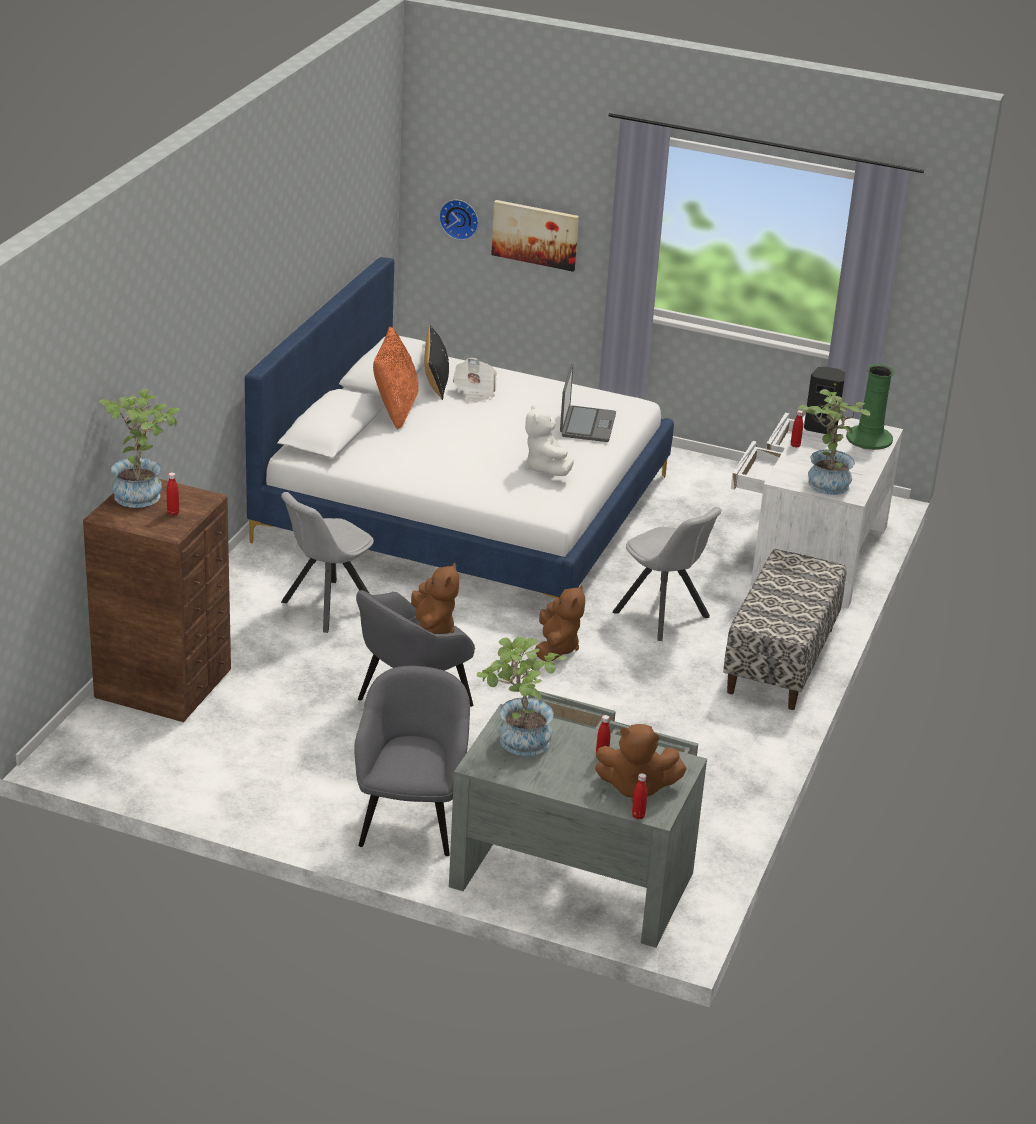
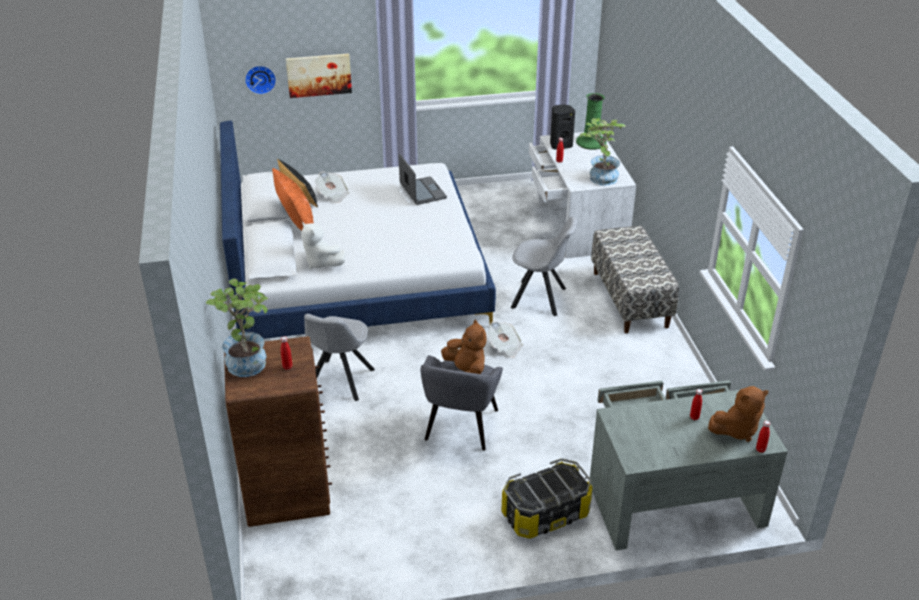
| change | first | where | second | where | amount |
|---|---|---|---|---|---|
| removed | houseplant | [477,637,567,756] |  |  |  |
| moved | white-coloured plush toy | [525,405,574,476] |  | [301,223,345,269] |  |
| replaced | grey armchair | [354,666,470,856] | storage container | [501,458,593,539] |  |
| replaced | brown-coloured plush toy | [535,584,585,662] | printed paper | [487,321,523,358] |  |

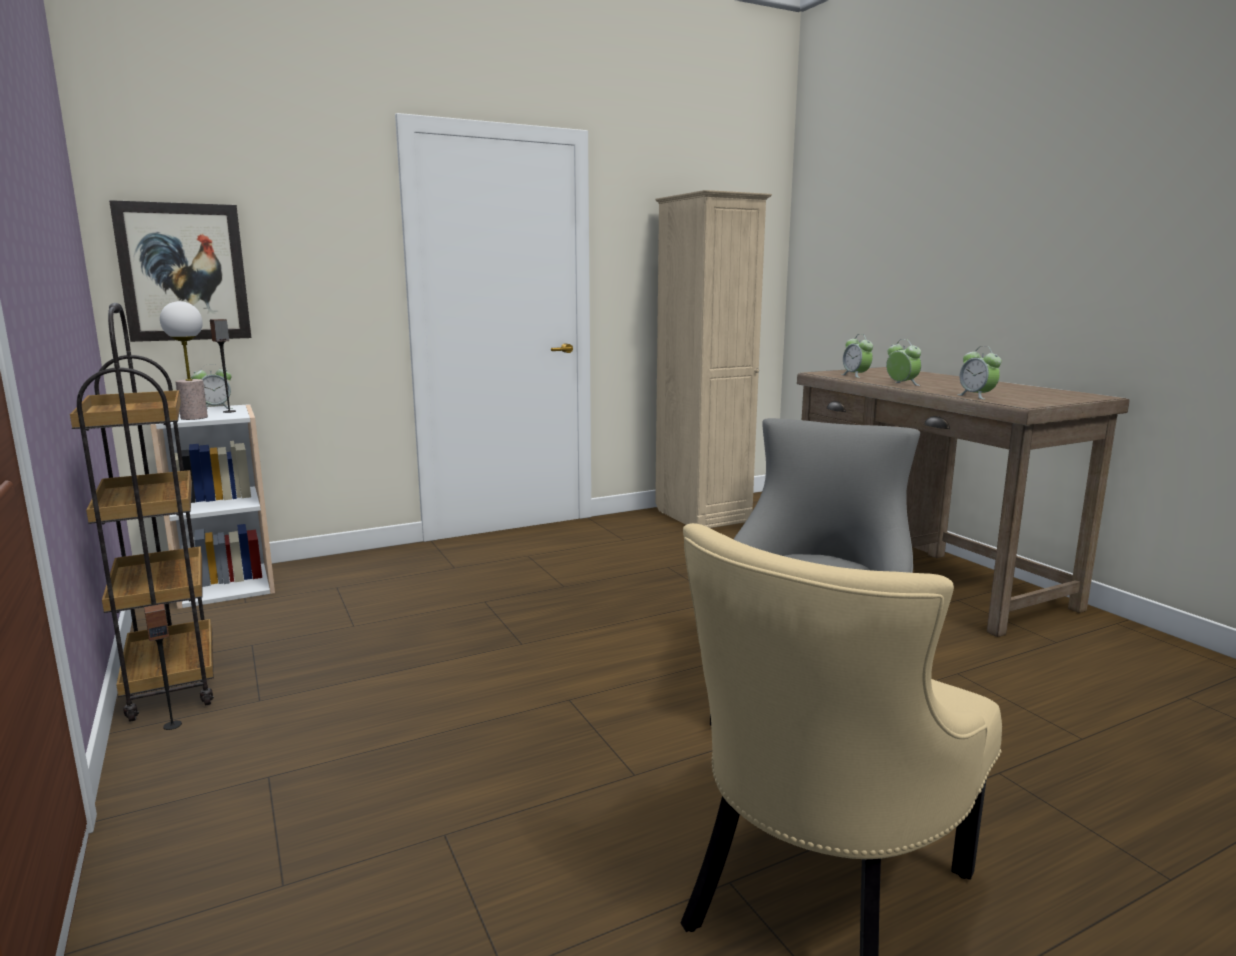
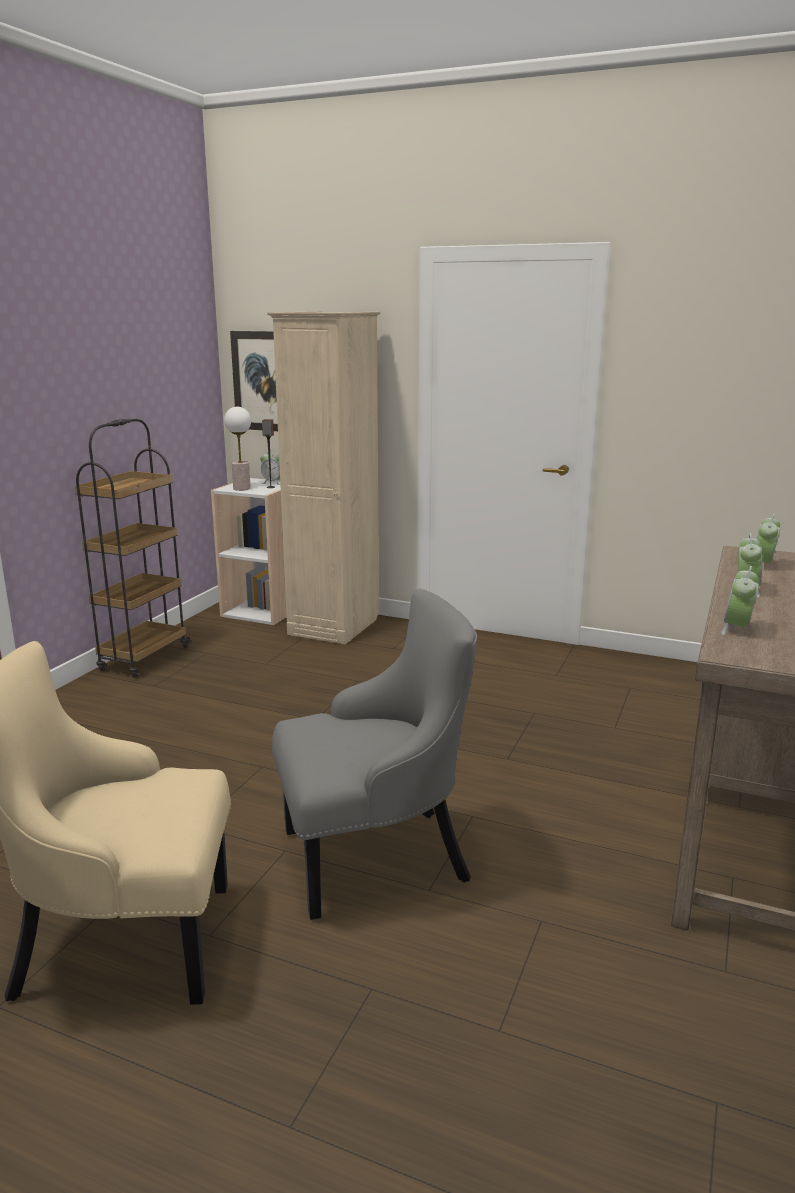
| change | first | where | second | where | amount |
|---|---|---|---|---|---|
| removed | loudspeaker | [144,603,182,730] |  |  |  |
| moved | beige storage cabinet | [655,190,772,528] |  | [267,311,381,645] |  |

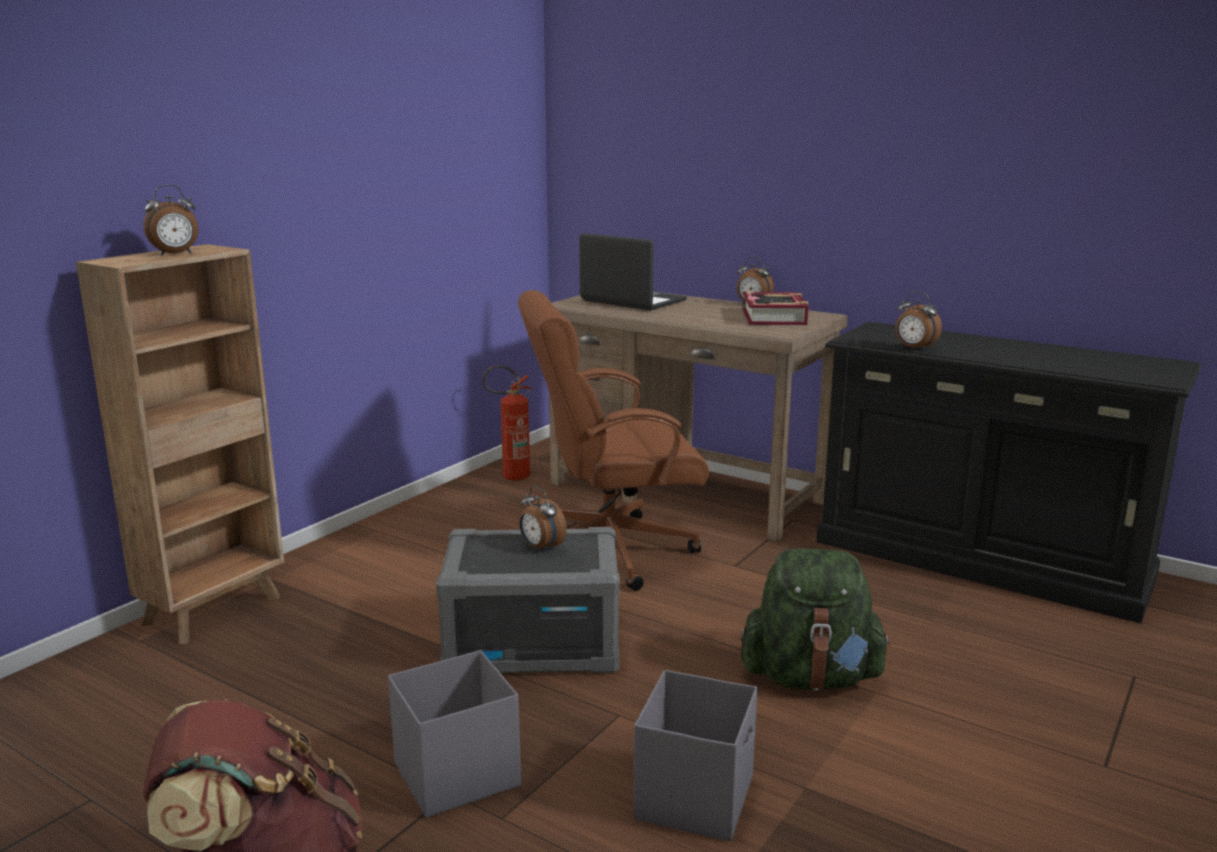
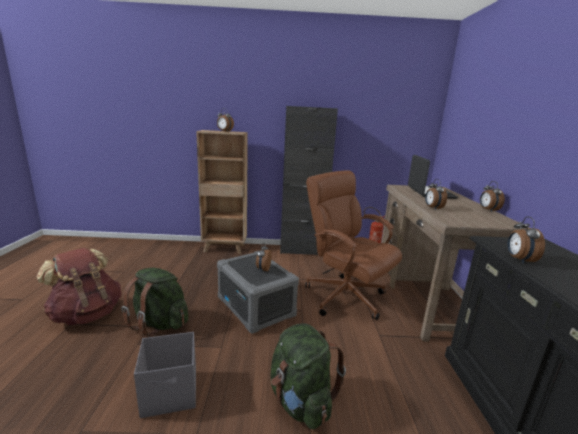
| change | first | where | second | where | amount |
|---|---|---|---|---|---|
| removed | book | [742,292,809,325] |  |  |  |
| added |  |  | blackish storage cabinet | [280,106,338,255] |  |
| added |  |  | alarm clock | [425,179,447,210] |  |
| replaced | grey storage container | [388,650,521,818] | green knapsack | [121,268,188,337] |  |

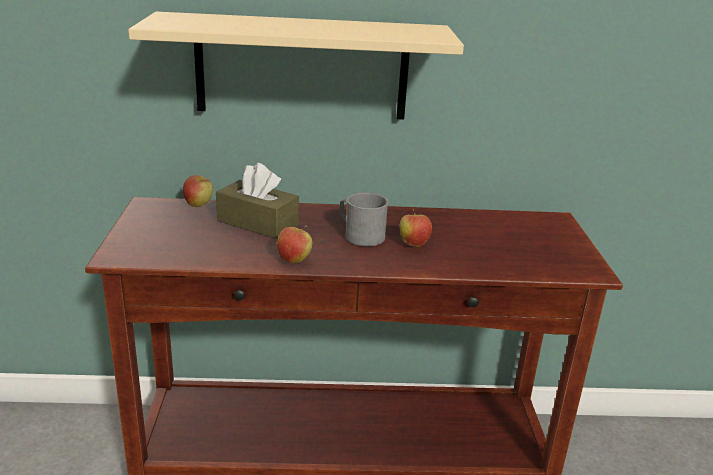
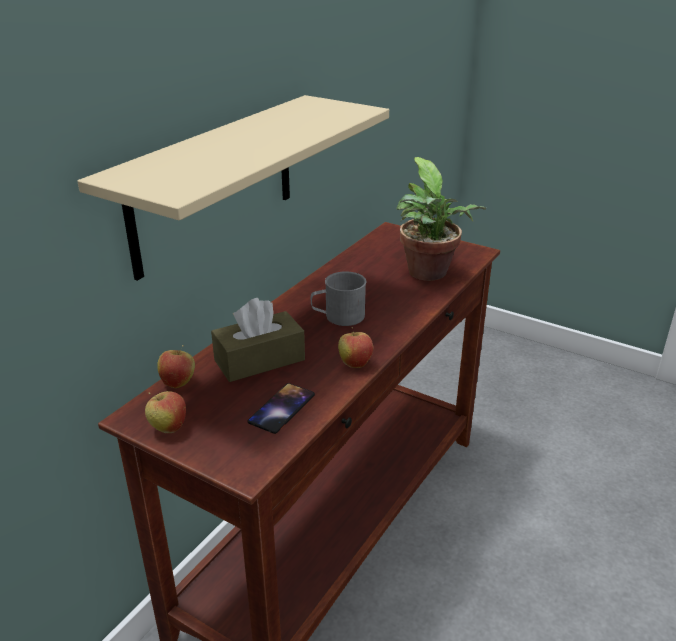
| change | first | where | second | where | amount |
|---|---|---|---|---|---|
| added |  |  | handset | [247,383,315,434] |  |
| added |  |  | houseplant | [396,157,486,281] |  |
| moved | apple fruit | [399,209,432,247] |  | [145,391,186,433] |  |

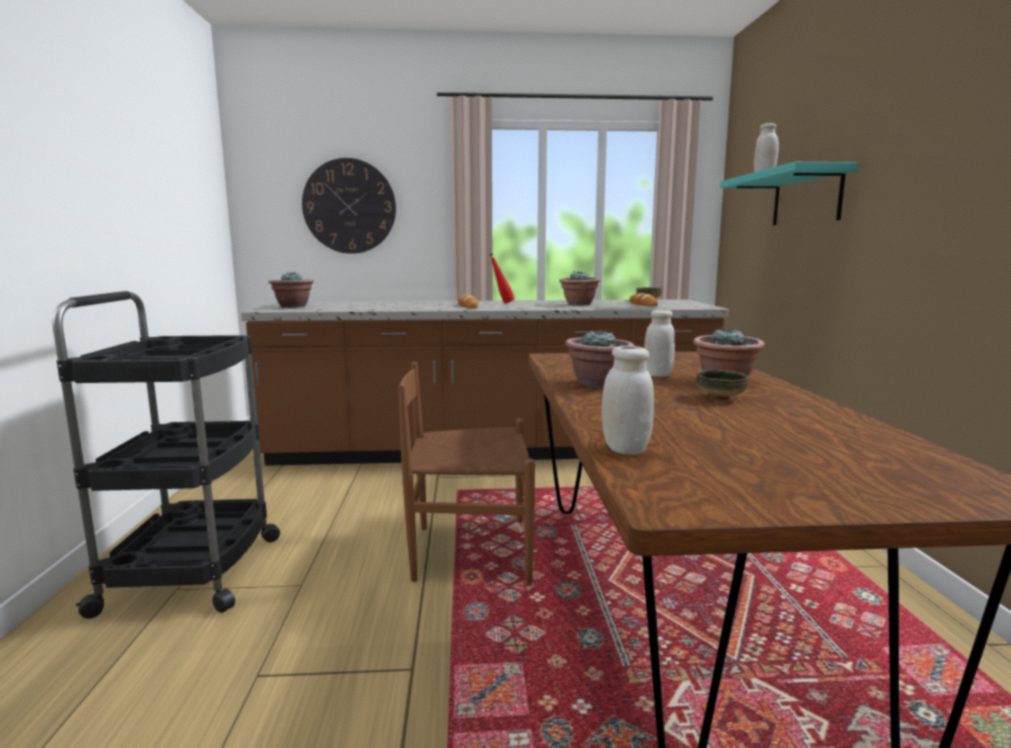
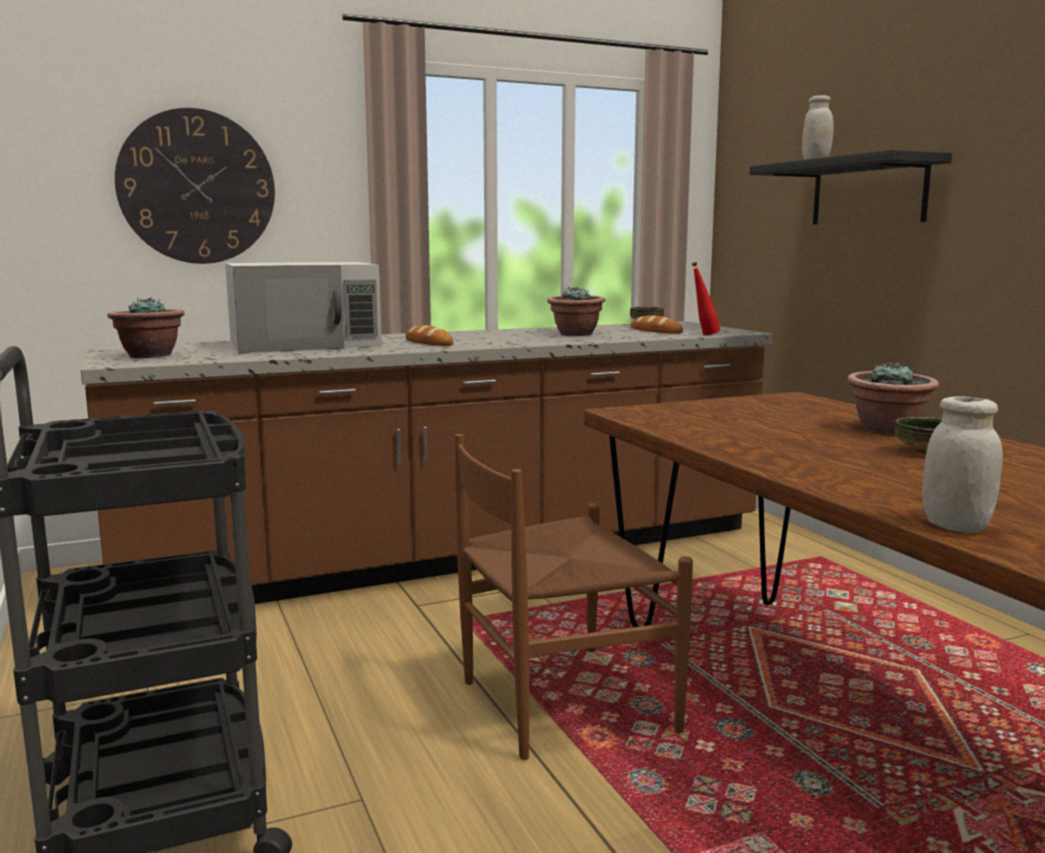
| change | first | where | second | where | amount |
|---|---|---|---|---|---|
| removed | houseplant | [565,329,635,388] |  |  |  |
| removed | white-coloured preserve jar | [644,309,675,377] |  |  |  |
| added |  |  | white-coloured microwave oven | [225,262,382,353] |  |
| moved | red bottle | [489,253,515,304] |  | [692,262,720,335] |  |
| recoloured | turquoise-coloured bracket shelf | [720,162,859,225] | blackish bracket shelf | [750,150,952,224] |  |

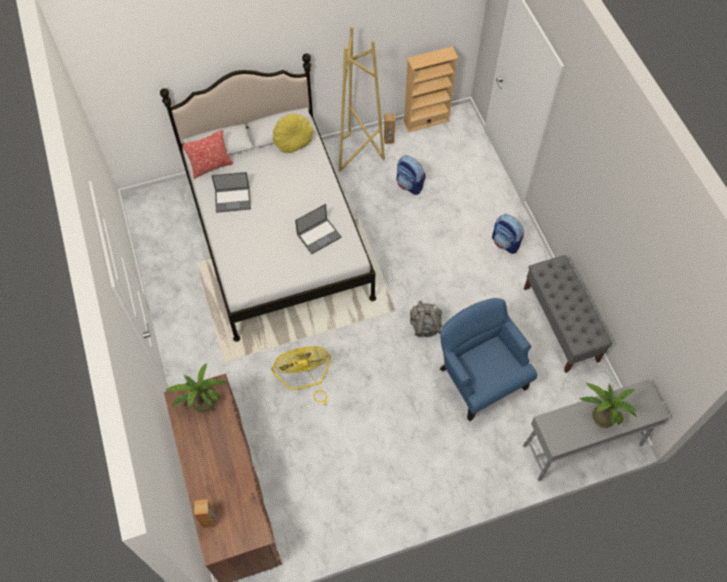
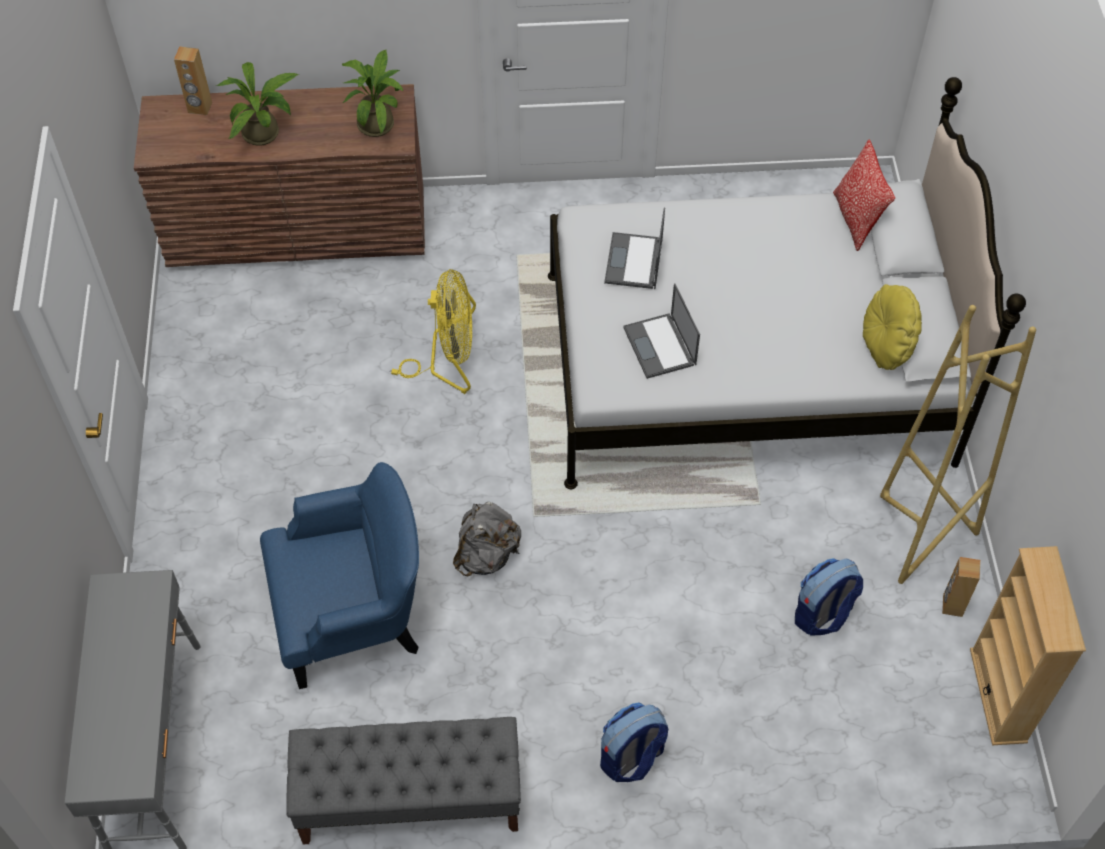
| change | first | where | second | where | amount |
|---|---|---|---|---|---|
| moved | portable computer | [211,172,251,213] |  | [604,208,665,289] |  |
| moved | houseplant | [580,383,637,428] |  | [216,62,299,146] |  |

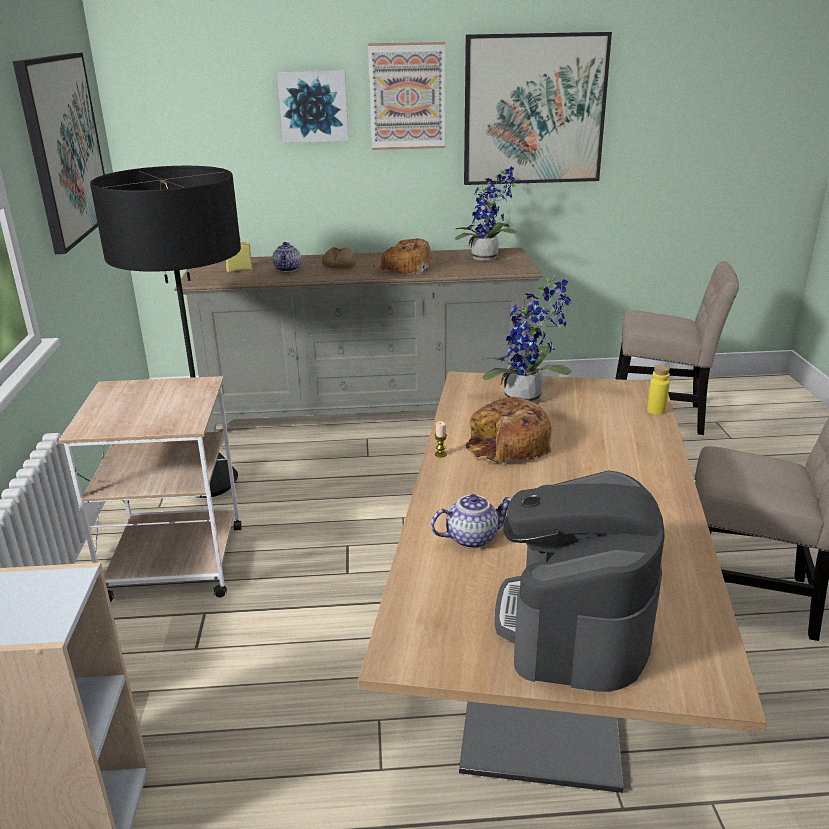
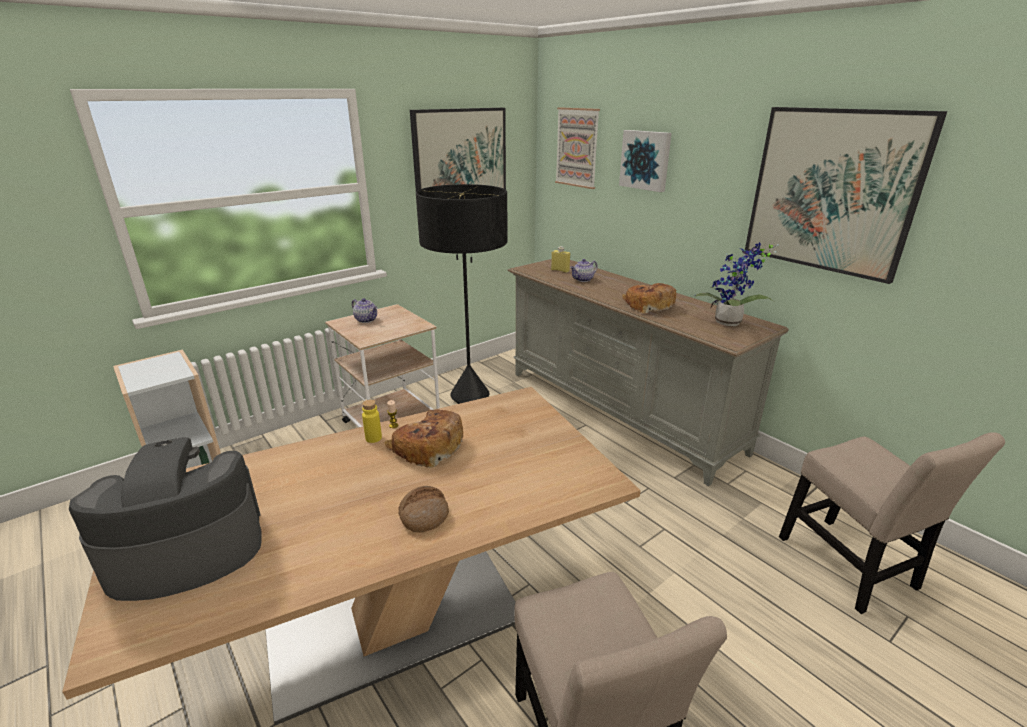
| change | first | where | second | where | amount |
|---|---|---|---|---|---|
| removed | houseplant | [482,274,572,403] |  |  |  |
| moved | bakery bread | [322,247,356,269] |  | [398,486,449,533] |  |
| moved | wall picture | [368,42,445,150] |  | [555,107,600,189] |  |
| moved | teapot | [431,494,512,549] |  | [352,298,378,323] |  |
| moved | yellow bottle | [647,365,670,415] |  | [362,400,382,443] |  |

